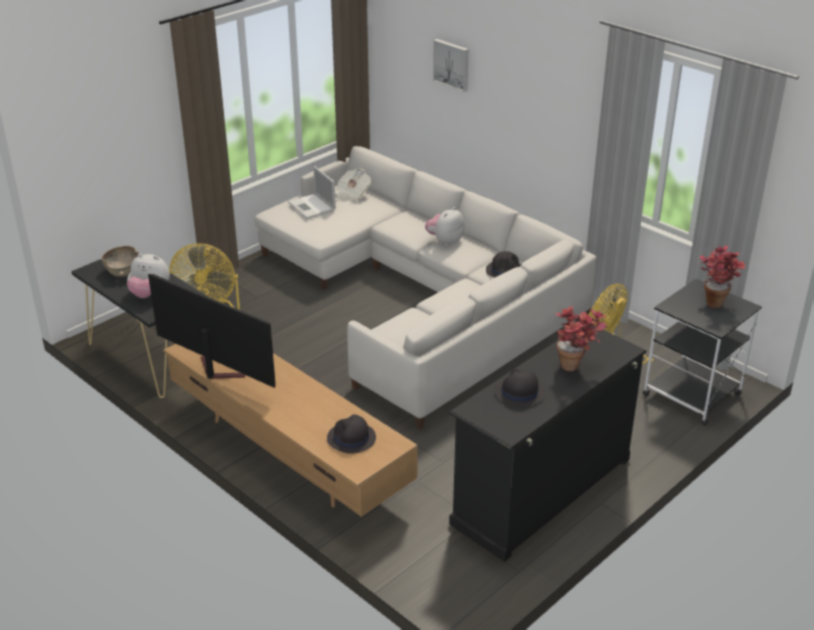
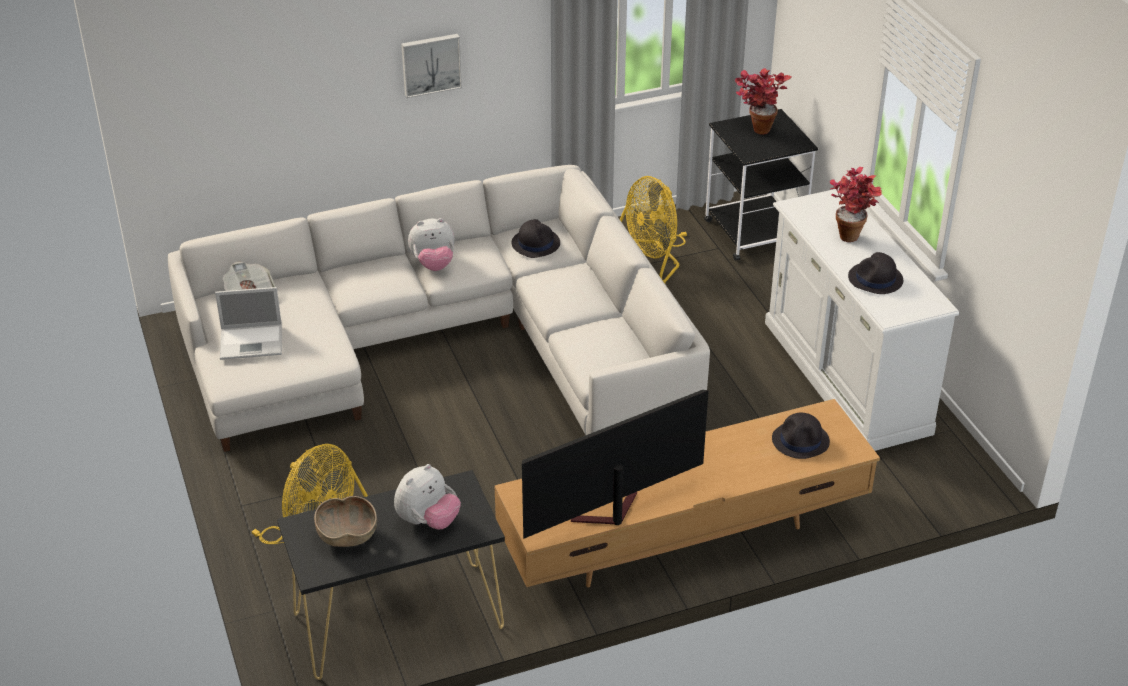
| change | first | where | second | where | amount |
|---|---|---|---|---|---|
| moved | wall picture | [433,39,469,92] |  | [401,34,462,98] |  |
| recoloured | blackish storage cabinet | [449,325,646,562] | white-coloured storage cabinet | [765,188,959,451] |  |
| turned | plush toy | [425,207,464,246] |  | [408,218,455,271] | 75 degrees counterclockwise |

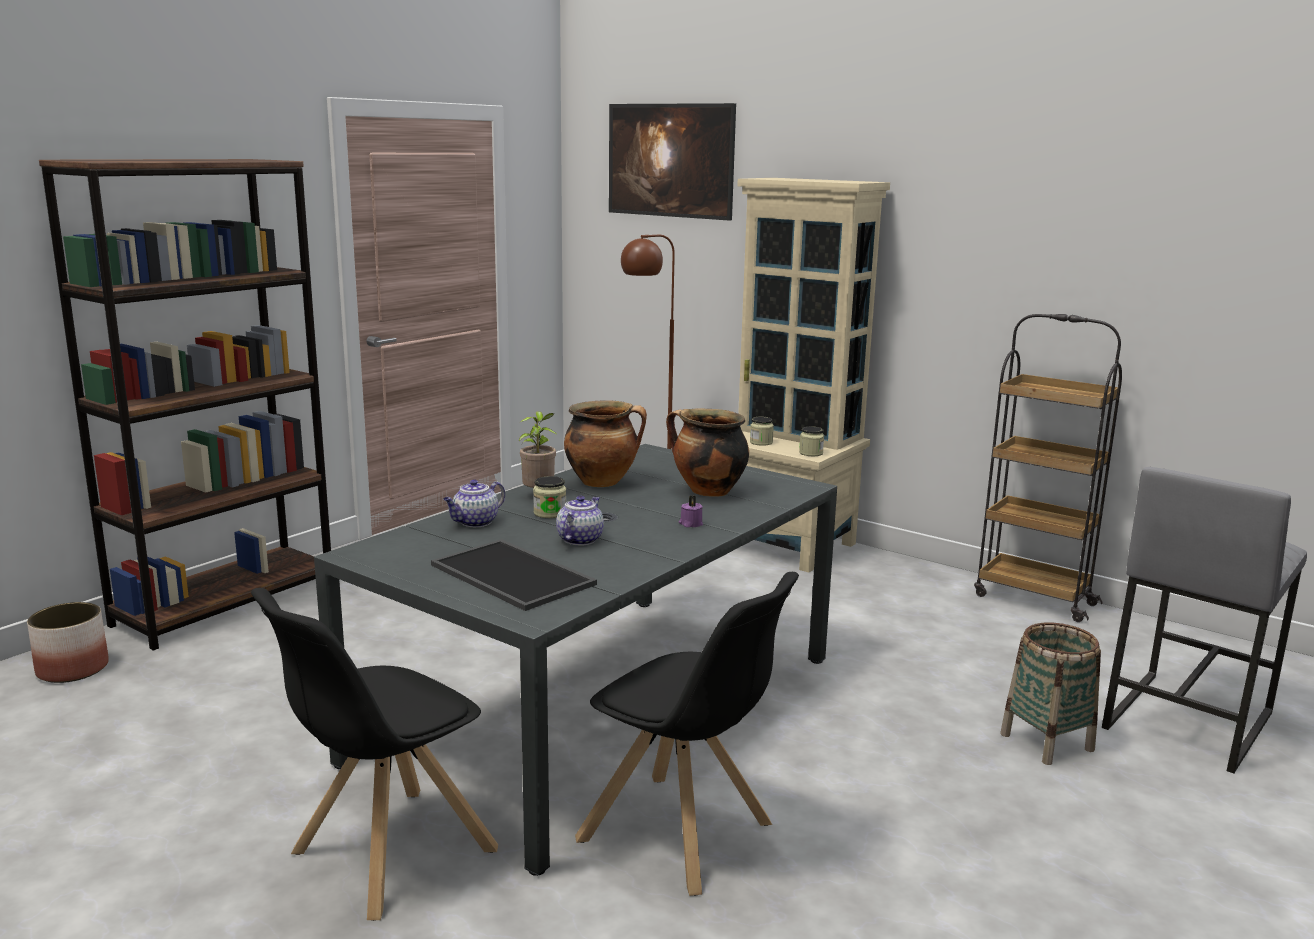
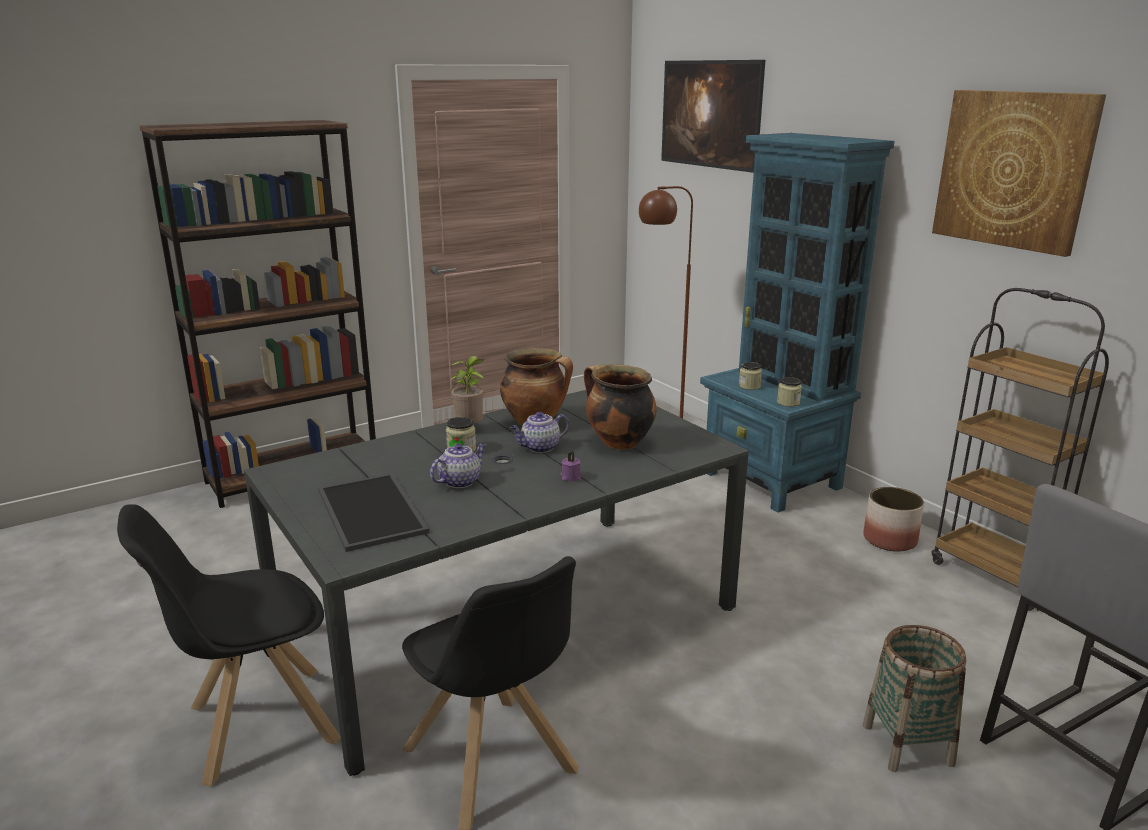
| change | first | where | second | where | amount |
|---|---|---|---|---|---|
| added |  |  | wall picture | [932,90,1106,257] |  |
| moved | plant pot | [27,602,109,683] |  | [863,487,924,552] |  |
| moved | teapot | [443,480,505,527] |  | [510,412,569,453] |  |
| recoloured | beige storage cabinet | [737,178,890,573] | blue-coloured storage cabinet | [700,133,895,512] |  |

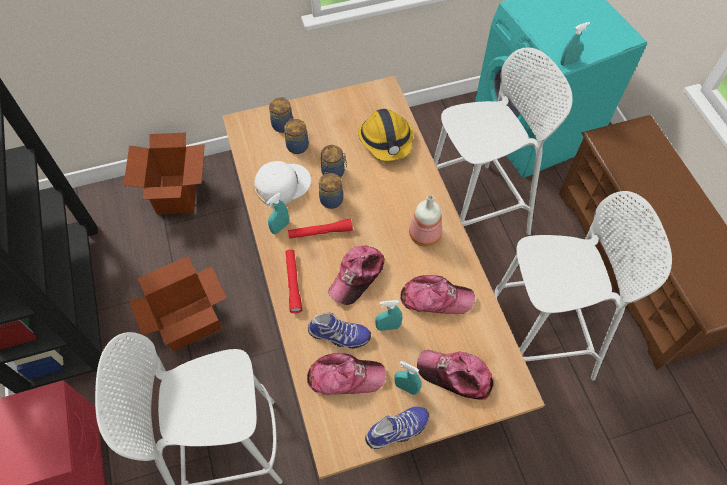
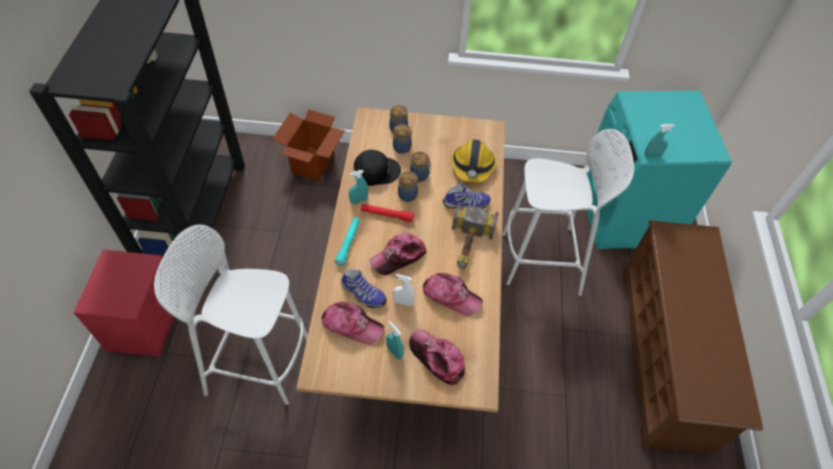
| change | first | where | second | where | amount |
|---|---|---|---|---|---|
| removed | carton | [128,256,227,351] |  |  |  |
| removed | white-coloured stool seat | [494,191,672,381] |  |  |  |
| moved | low shoe | [365,406,429,449] |  | [443,183,490,209] |  |
| replaced | bottle | [409,195,442,247] | tool hammer | [452,202,499,269] |  |
| recoloured | white-coloured peaked cap | [254,161,311,206] | blackish peaked cap | [354,150,401,186] |  |
| recoloured | red hand torch | [285,249,302,313] | turquoise-coloured hand torch | [334,218,360,266] |  |
| recoloured | turquoise-coloured sprayer | [375,300,402,331] | white-coloured sprayer | [393,274,415,306] |  |

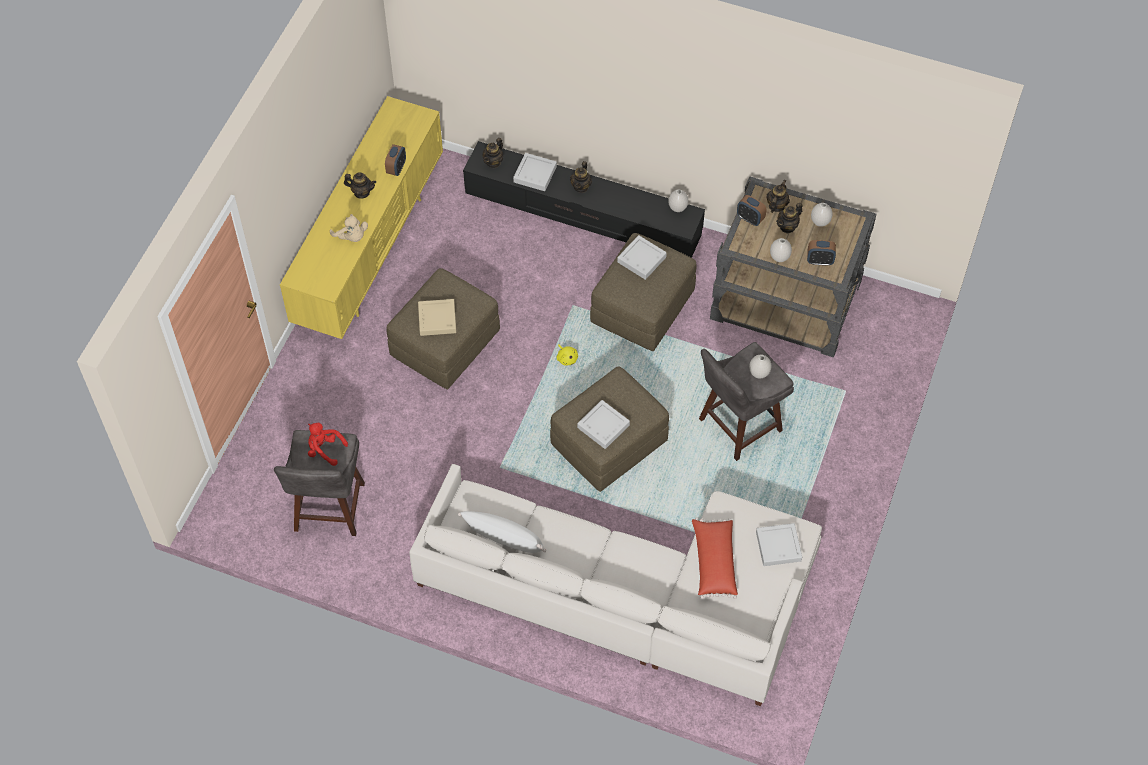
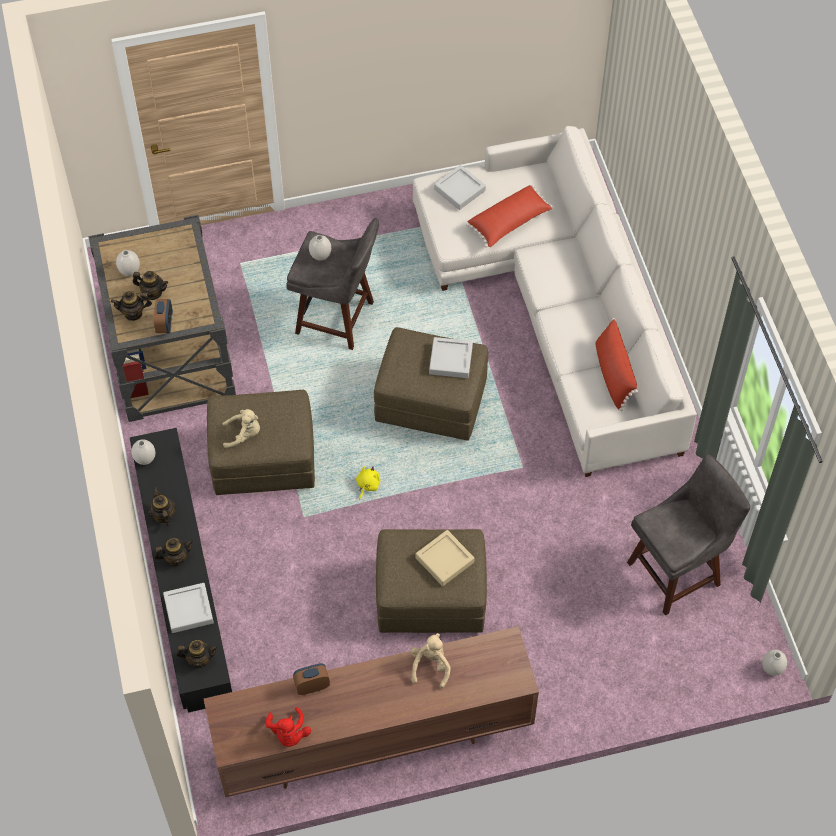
| change | first | where | second | where | amount |
|---|---|---|---|---|---|
| removed | alarm clock | [807,240,836,266] |  |  |  |
| moved | red plush toy | [308,423,348,466] |  | [265,707,311,747] |  |
| moved | teapot | [344,172,376,199] |  | [149,487,175,526] |  |
| moved | white-coloured vase | [770,238,792,262] |  | [762,650,787,676] |  |
| replaced | grey tray | [617,235,667,280] | beige plush toy | [222,409,260,448] |  |
| recoloured | yellow storage cabinet | [280,96,443,339] | brown-coloured storage cabinet | [204,626,539,797] |  |
| recoloured | white-coloured pillow | [458,511,546,553] | red pillow | [595,318,638,411] |  |

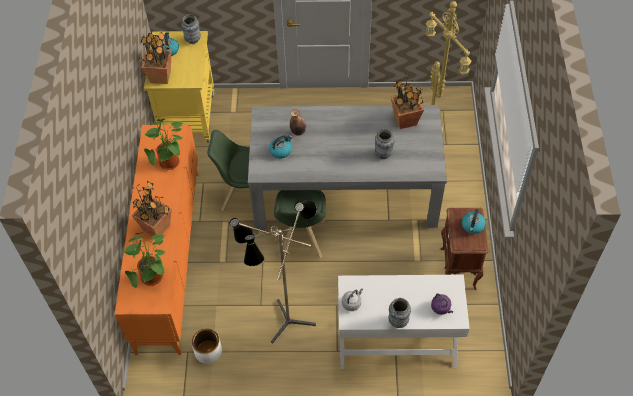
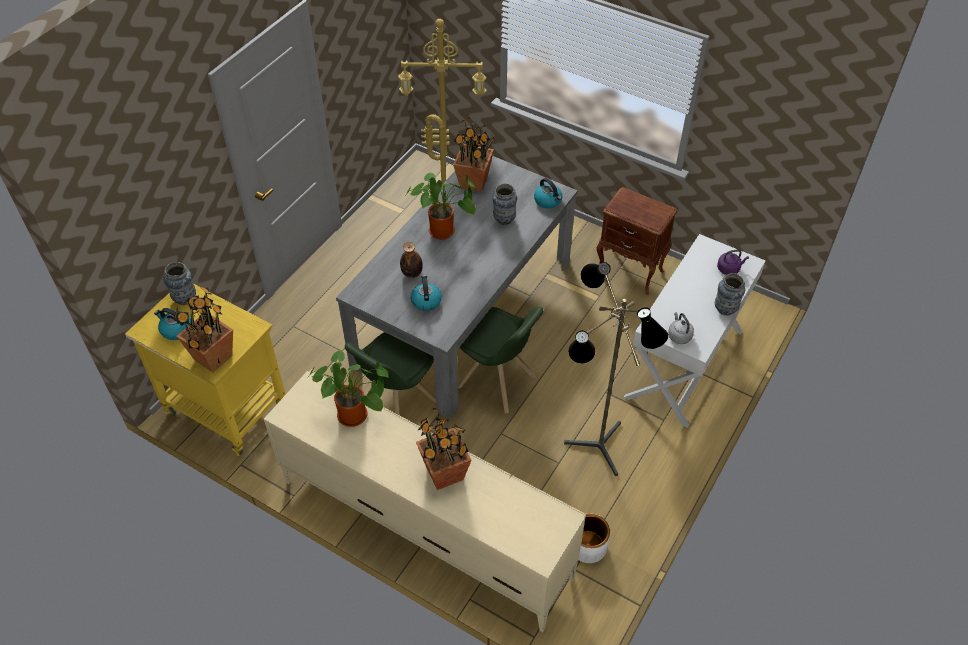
| change | first | where | second | where | amount |
|---|---|---|---|---|---|
| moved | houseplant | [124,232,165,288] |  | [405,172,476,240] |  |
| moved | tea kettle | [462,209,486,234] |  | [534,178,562,209] |  |
| recoloured | orange storage cabinet | [115,125,198,355] | beige storage cabinet | [264,369,586,632] |  |

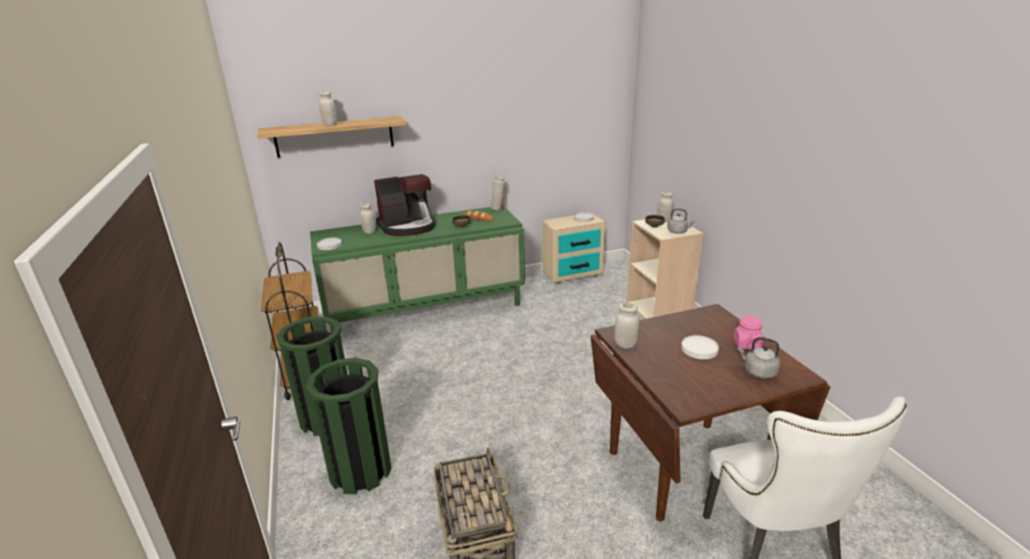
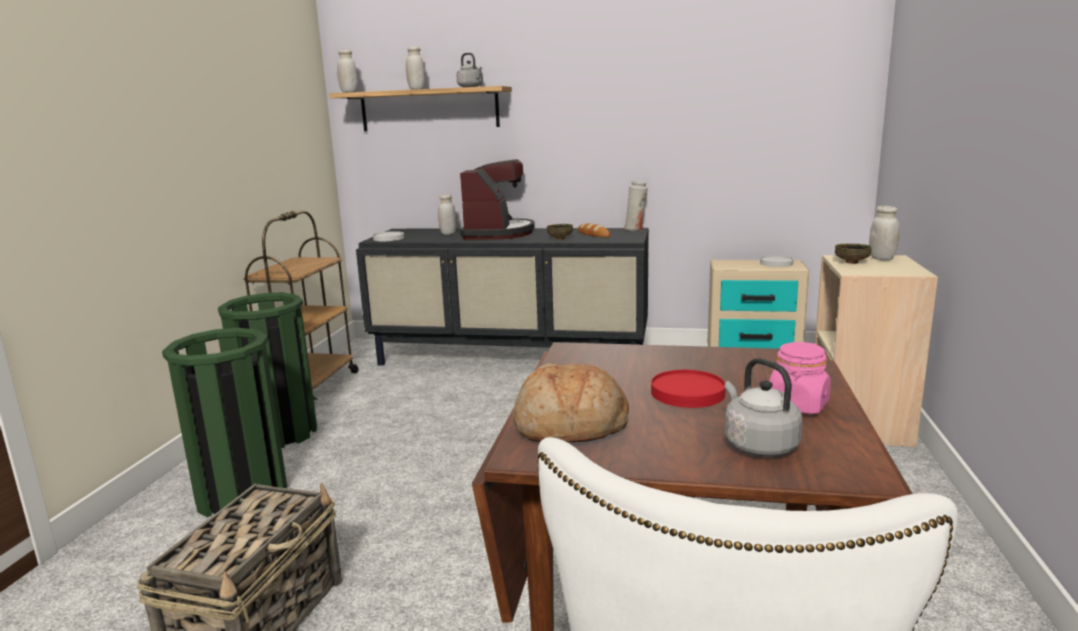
| change | first | where | second | where | amount |
|---|---|---|---|---|---|
| added |  |  | bakery bread | [512,363,629,443] |  |
| moved | white-coloured preserve jar | [614,303,640,349] |  | [337,50,358,93] |  |
| moved | grey tea kettle | [667,209,695,234] |  | [456,53,483,87] |  |
| recoloured | green storage cabinet | [310,206,525,333] | blackish storage cabinet | [356,228,649,366] |  |
| recoloured | white-coloured flat dish | [681,335,719,359] | red flat dish | [651,370,726,408] |  |
| turned | coffee machine | [374,174,436,236] |  | [460,159,535,240] | 90 degrees counterclockwise |

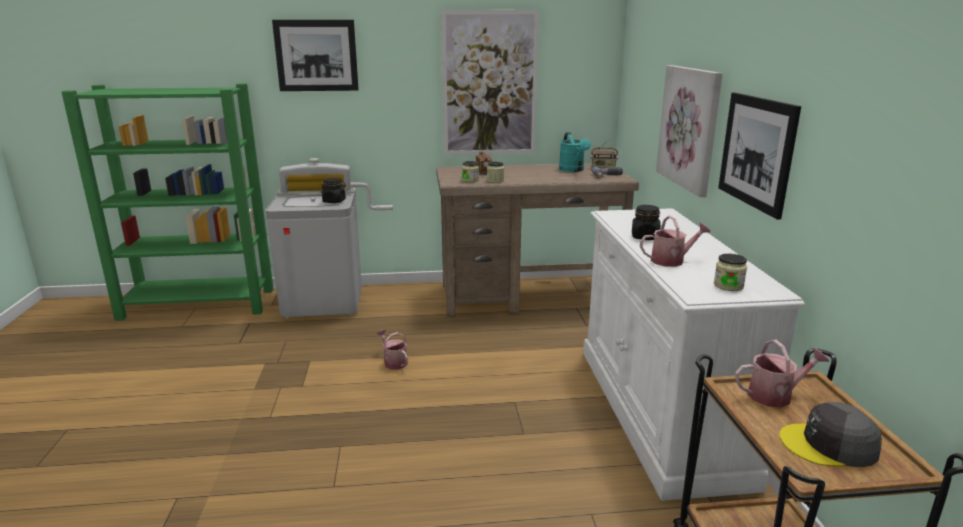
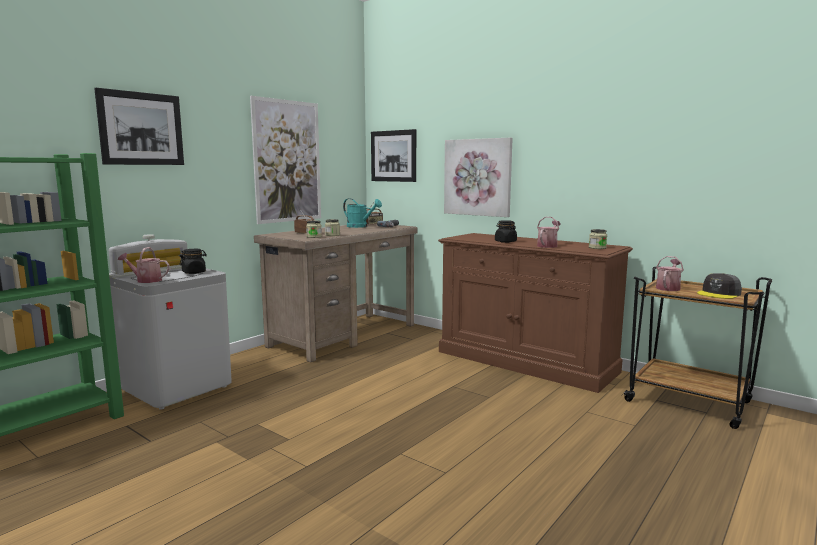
| change | first | where | second | where | amount |
|---|---|---|---|---|---|
| moved | sprinkling can | [377,329,408,370] |  | [118,247,170,283] |  |
| moved | wall picture | [718,93,801,219] |  | [371,129,416,182] |  |
| recoloured | white-coloured storage cabinet | [583,208,805,501] | brown-coloured storage cabinet | [438,233,633,393] |  |

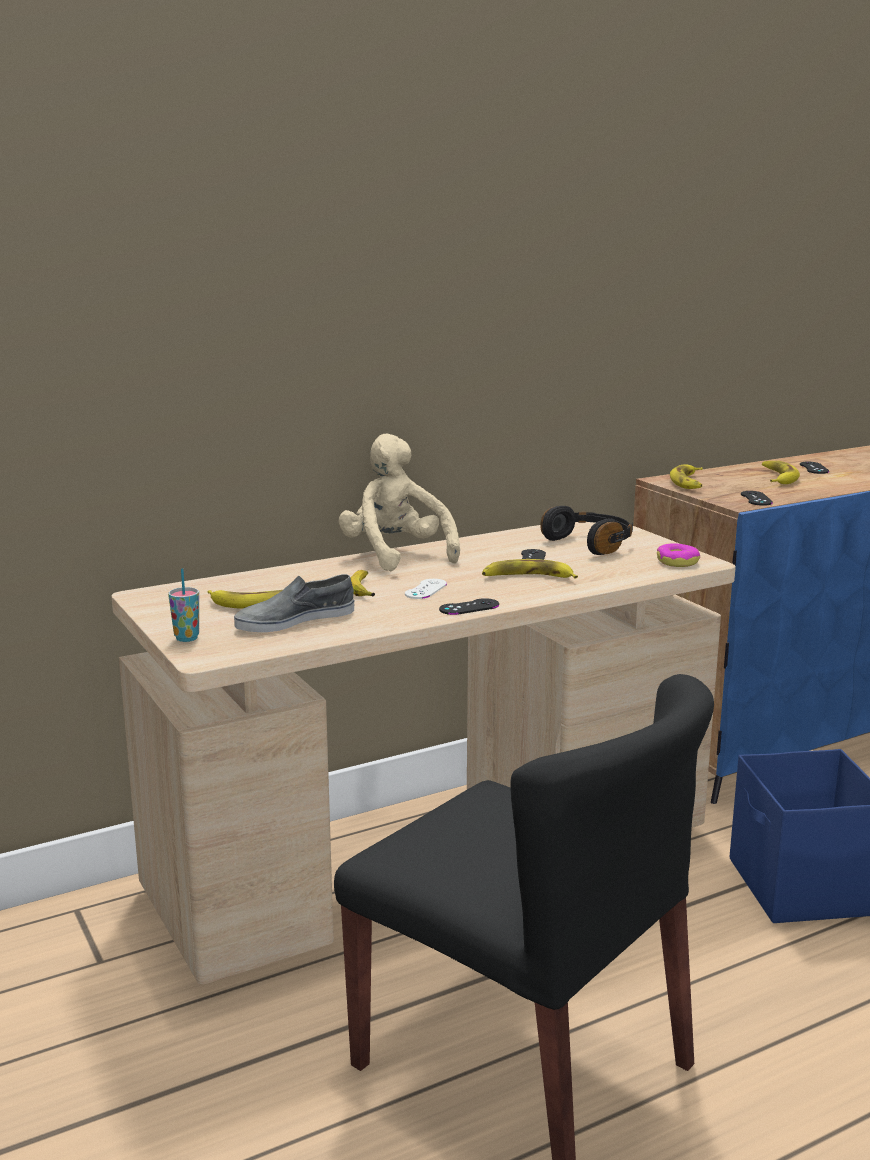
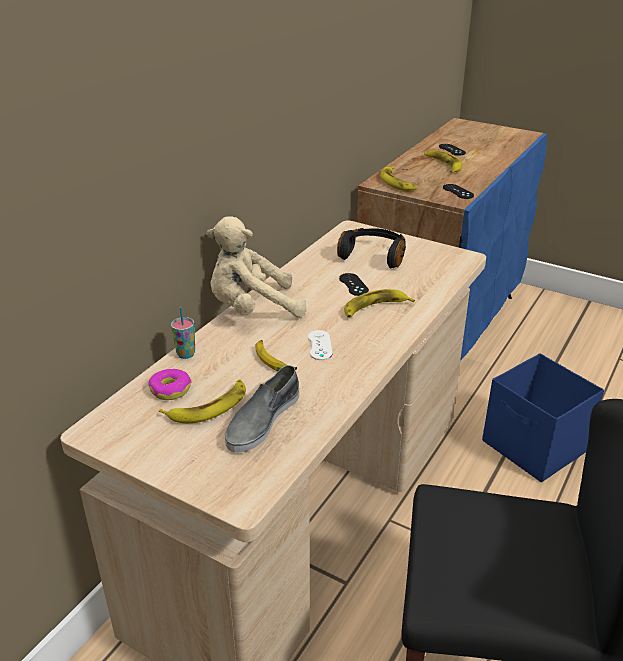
| change | first | where | second | where | amount |
|---|---|---|---|---|---|
| removed | blackish joypad | [439,598,499,615] |  |  |  |
| moved | drinking cup | [168,568,199,642] |  | [171,307,195,359] |  |
| moved | ring doughnut | [657,544,700,567] |  | [148,369,191,400] |  |
| turned | beige plush toy | [338,433,460,572] |  | [206,216,307,317] | 45 degrees counterclockwise |

